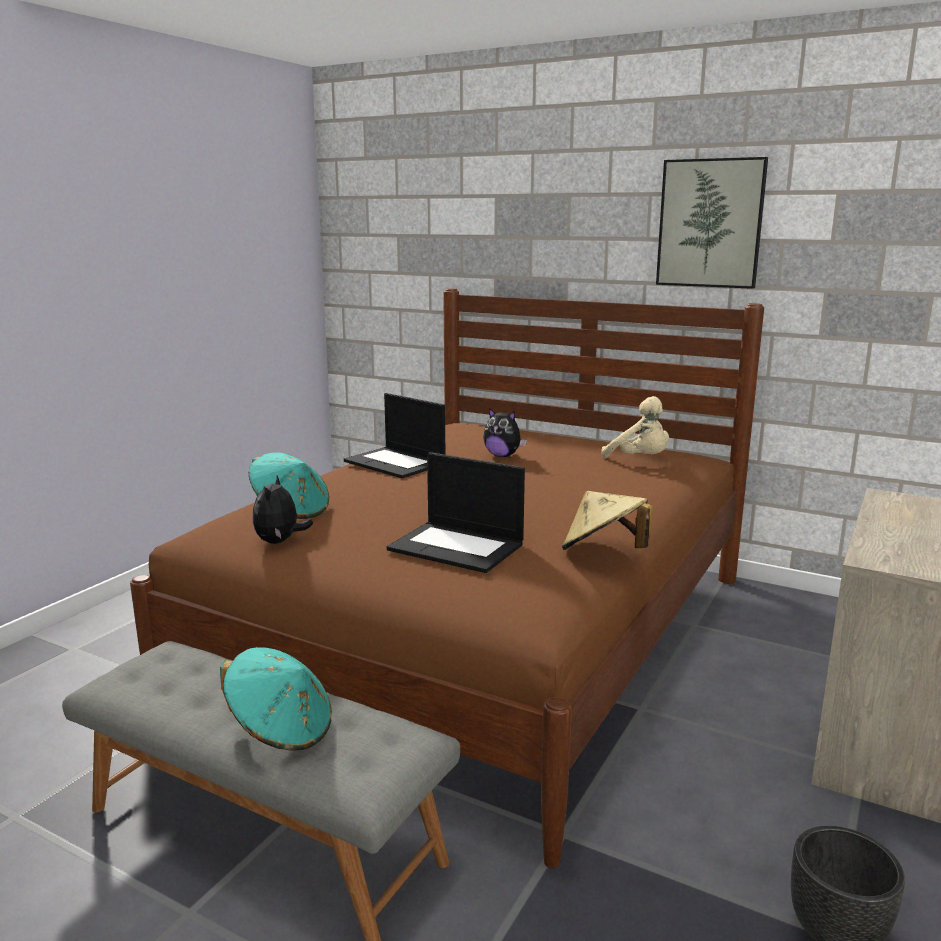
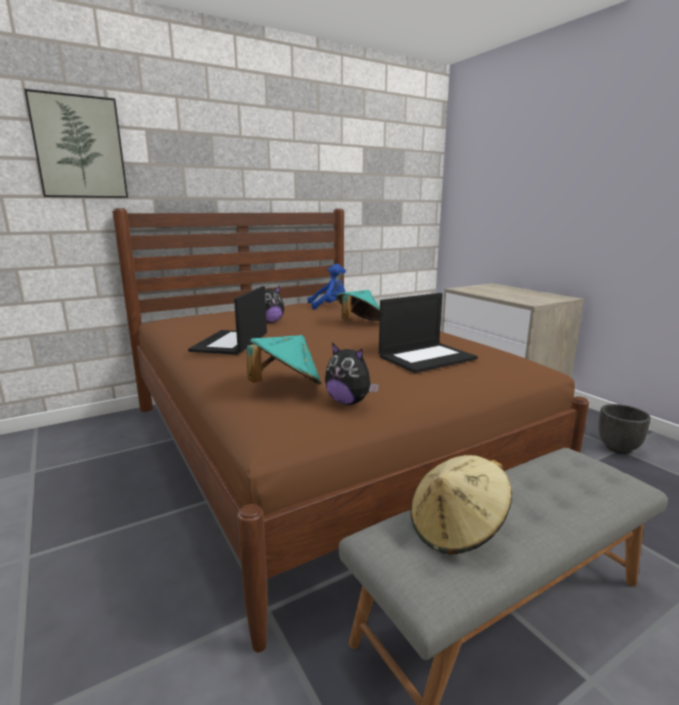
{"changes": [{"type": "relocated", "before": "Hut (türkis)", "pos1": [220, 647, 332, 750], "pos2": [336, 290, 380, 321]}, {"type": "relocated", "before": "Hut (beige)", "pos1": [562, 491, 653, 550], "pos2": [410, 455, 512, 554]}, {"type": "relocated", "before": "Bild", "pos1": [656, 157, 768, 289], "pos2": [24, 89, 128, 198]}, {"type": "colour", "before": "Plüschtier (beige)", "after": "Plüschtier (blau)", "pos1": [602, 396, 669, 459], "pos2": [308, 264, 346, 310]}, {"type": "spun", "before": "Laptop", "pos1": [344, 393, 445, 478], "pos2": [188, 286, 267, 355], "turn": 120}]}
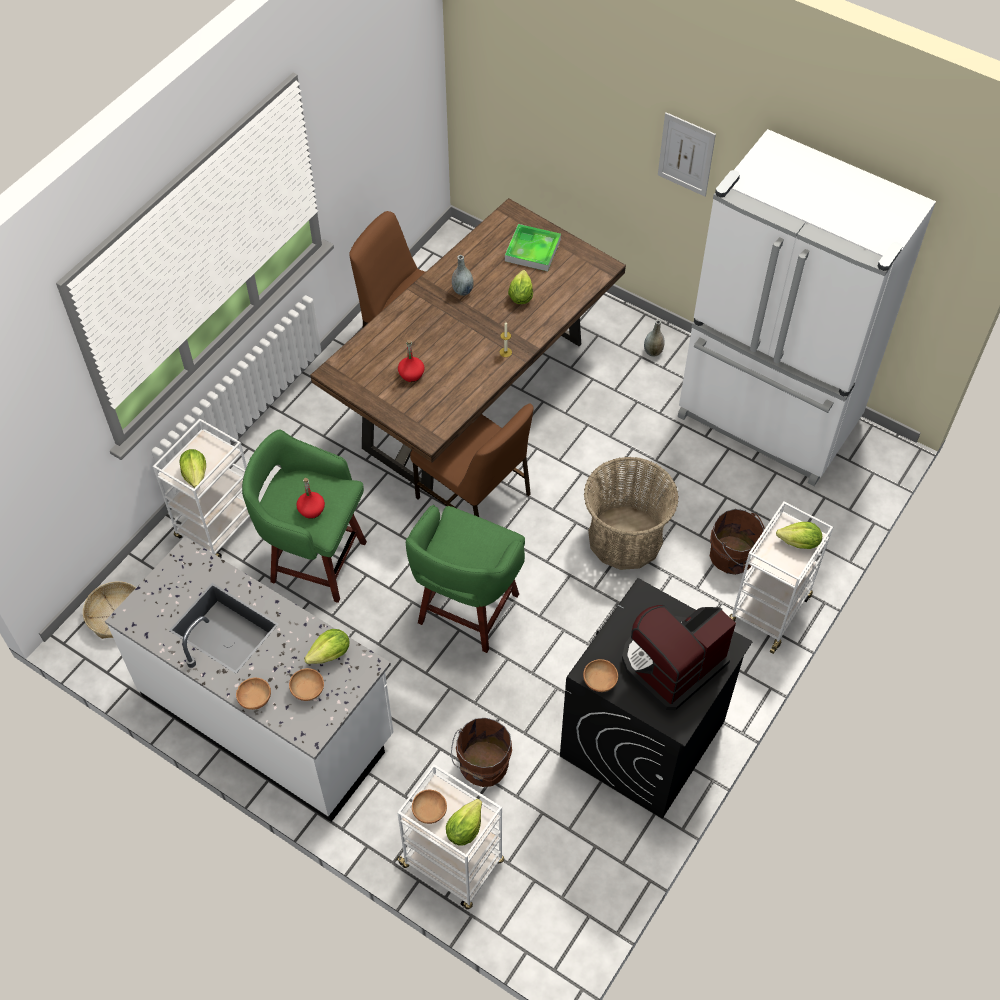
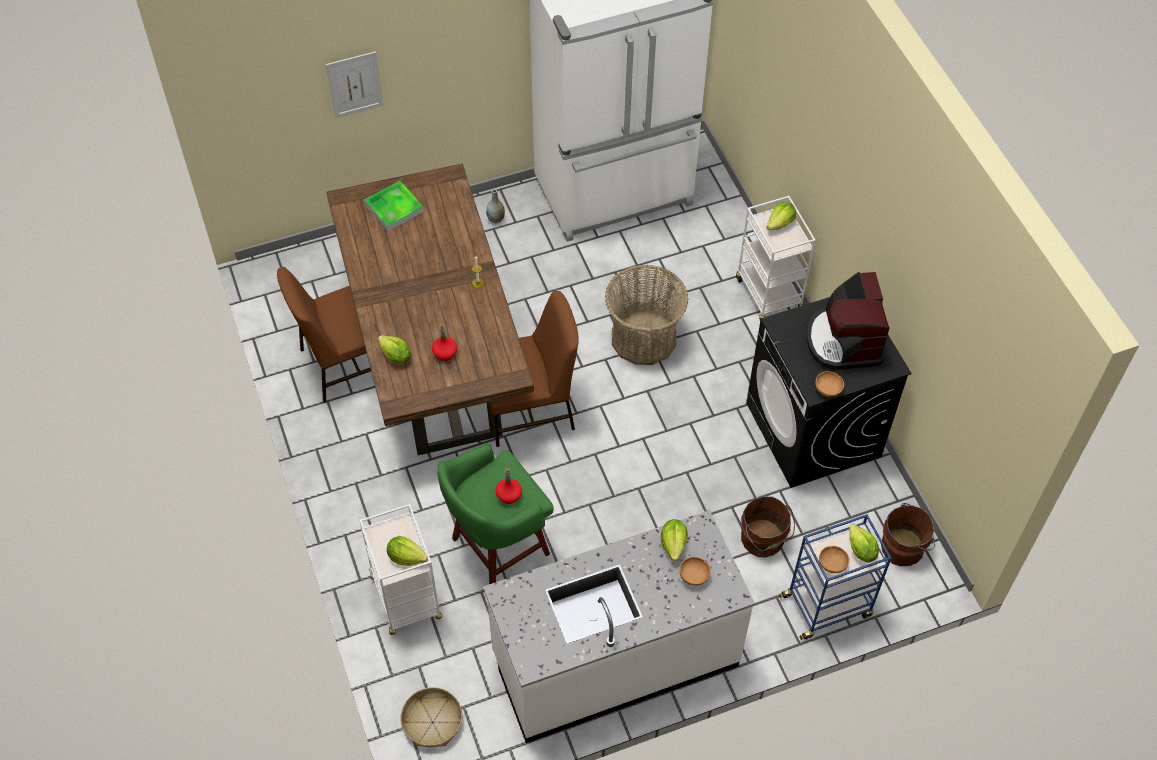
{"changes": [{"type": "missing", "before": "Schüssel (braun)", "pos1": [236, 678, 271, 710]}, {"type": "missing", "before": "Hocker (grün)", "pos1": [406, 505, 525, 653]}, {"type": "missing", "before": "Vase (grau)", "pos1": [452, 255, 474, 296]}, {"type": "relocated", "before": "Salatkopf", "pos1": [508, 270, 533, 304], "pos2": [378, 335, 411, 364]}, {"type": "relocated", "before": "Bild", "pos1": [658, 112, 716, 196], "pos2": [326, 51, 384, 119]}, {"type": "relocated", "before": "Eimer (braun)", "pos1": [710, 509, 765, 575], "pos2": [881, 503, 935, 566]}, {"type": "colour", "before": "Rollwagen (weiß)", "after": "Rollwagen (blau)", "pos1": [395, 764, 504, 909], "pos2": [779, 514, 891, 640]}]}
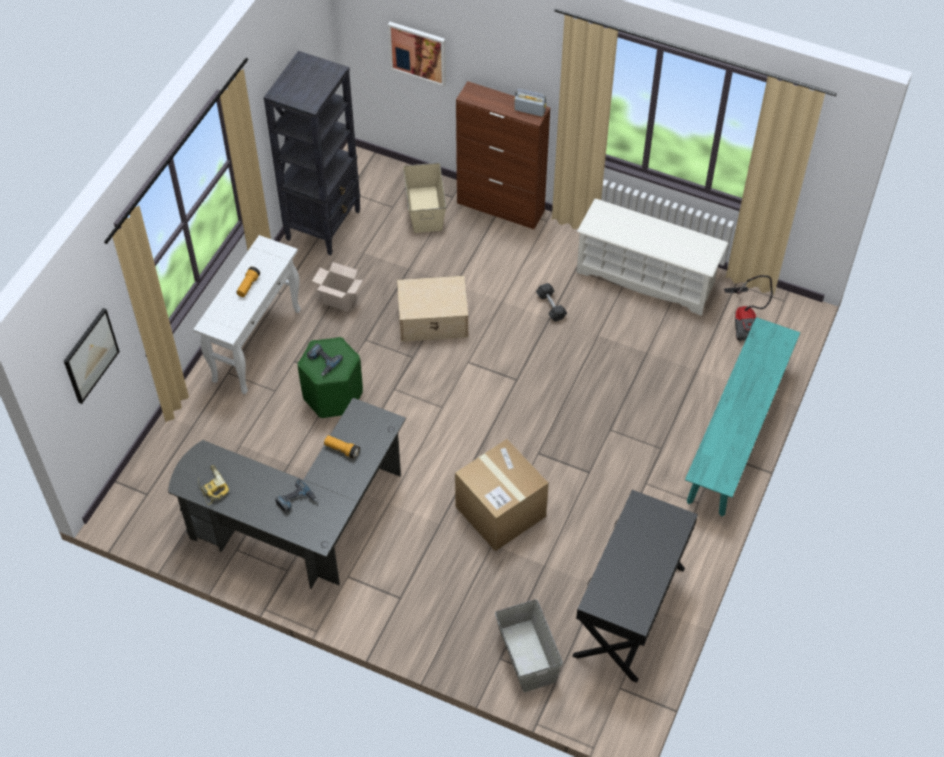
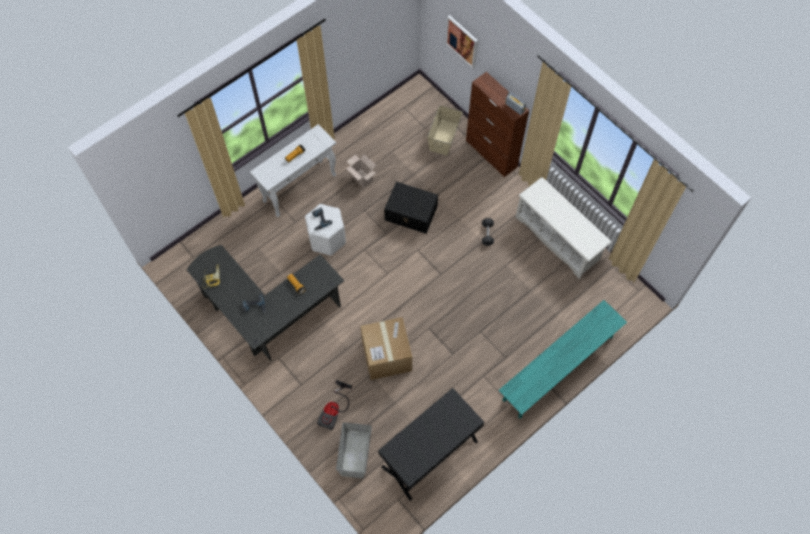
{"changes": [{"type": "missing", "before": "Bild", "pos1": [64, 308, 120, 404]}, {"type": "missing", "before": "Bücherregal (schwarz)", "pos1": [264, 51, 361, 256]}, {"type": "relocated", "before": "Staubsauger", "pos1": [724, 275, 773, 342], "pos2": [317, 380, 352, 430]}, {"type": "colour", "before": "Hocker (grün)", "after": "Hocker (weiß)", "pos1": [298, 337, 363, 418], "pos2": [305, 204, 346, 256]}, {"type": "colour", "before": "Aufbewahrungsbox (beige)", "after": "Aufbewahrungsbox (schwarz)", "pos1": [397, 276, 468, 342], "pos2": [384, 181, 438, 234]}]}
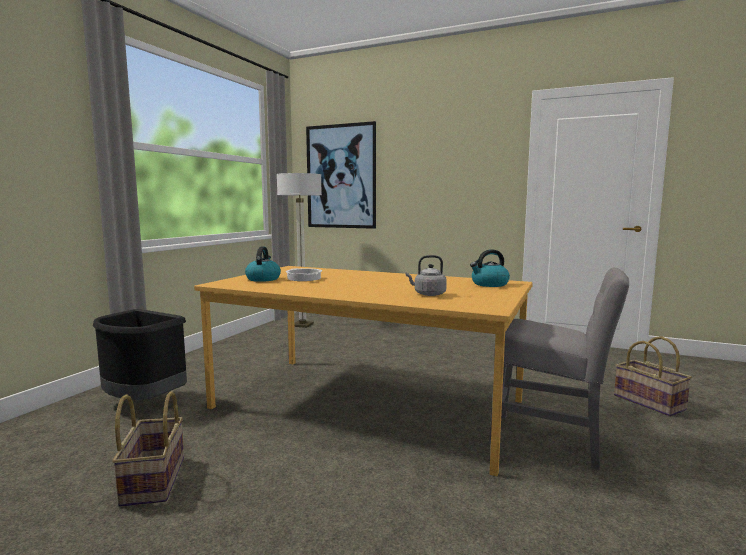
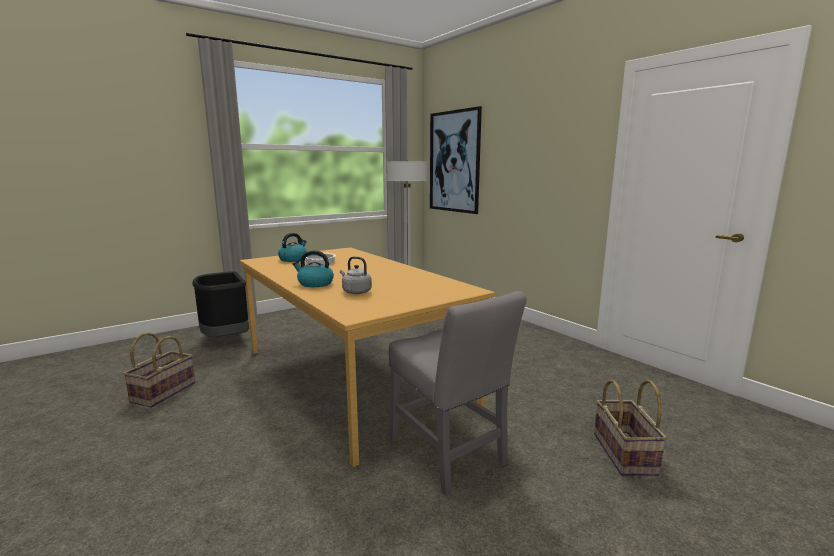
{"changes": [{"type": "relocated", "before": "Wasserkessel", "pos1": [470, 249, 510, 287], "pos2": [292, 250, 334, 287]}]}
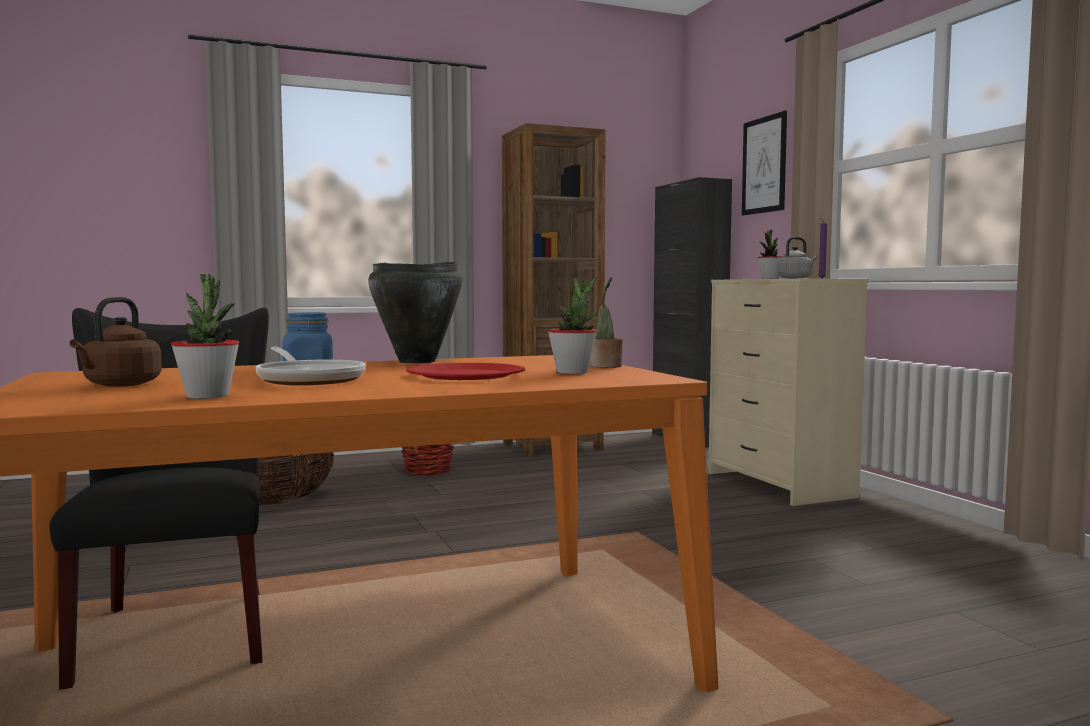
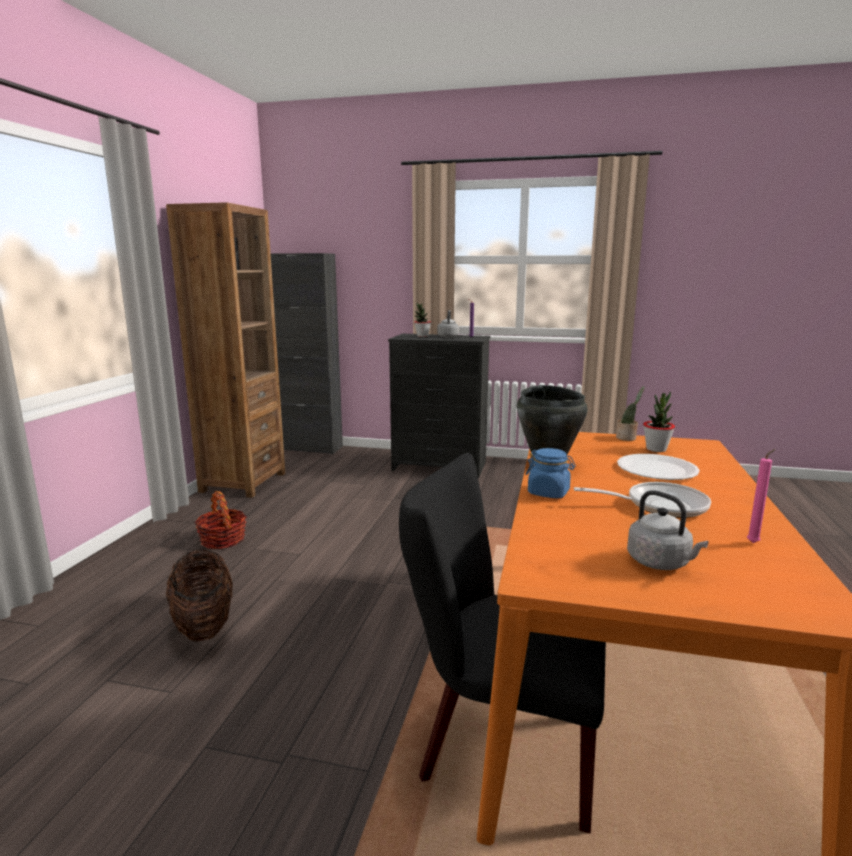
{"changes": [{"type": "missing", "before": "Bild", "pos1": [742, 111, 787, 215]}, {"type": "exchanged", "before": "Topfpflanze", "after": "Kerze (rosa)", "pos1": [171, 273, 239, 399], "pos2": [747, 449, 776, 543]}, {"type": "colour", "before": "Wasserkessel (braun)", "after": "Wasserkessel (grau)", "pos1": [70, 297, 162, 387], "pos2": [627, 490, 709, 570]}, {"type": "colour", "before": "Teller (rot)", "after": "Teller (weiß)", "pos1": [406, 363, 525, 380], "pos2": [617, 454, 700, 480]}, {"type": "colour", "before": "Kommode (beige)", "after": "Kommode (schwarz)", "pos1": [708, 279, 869, 506], "pos2": [388, 334, 490, 478]}]}
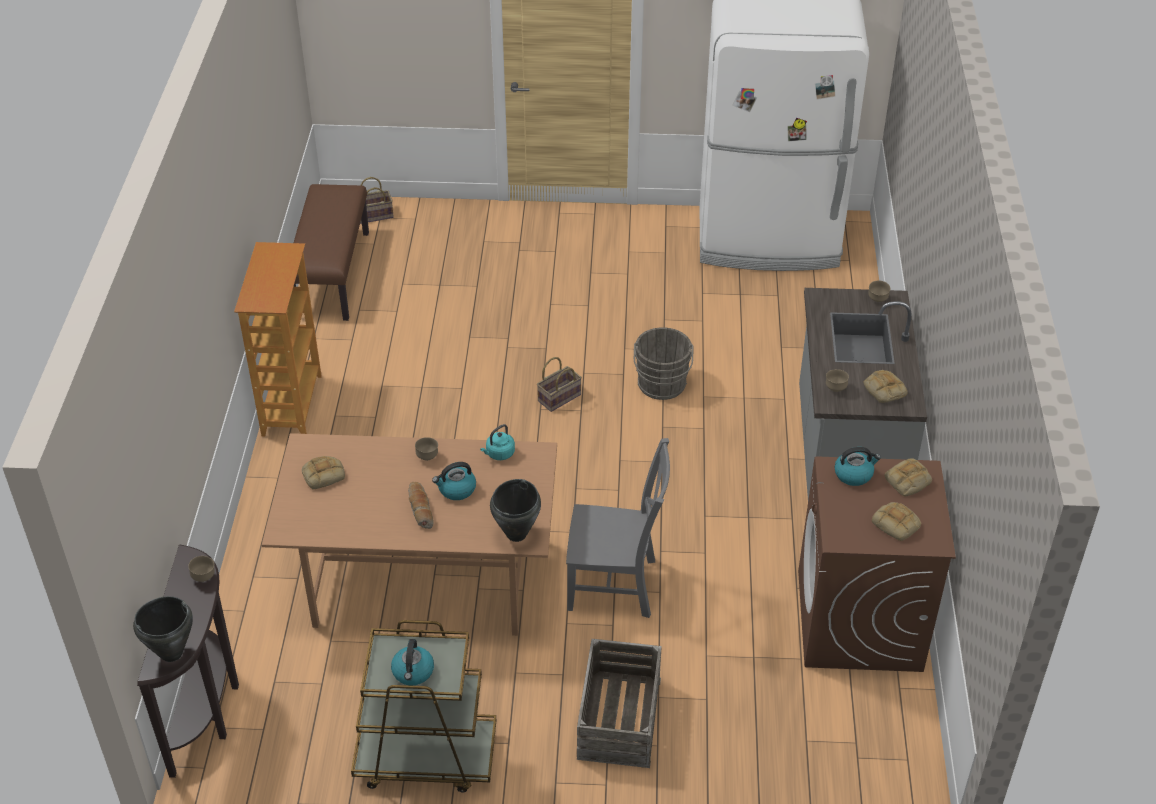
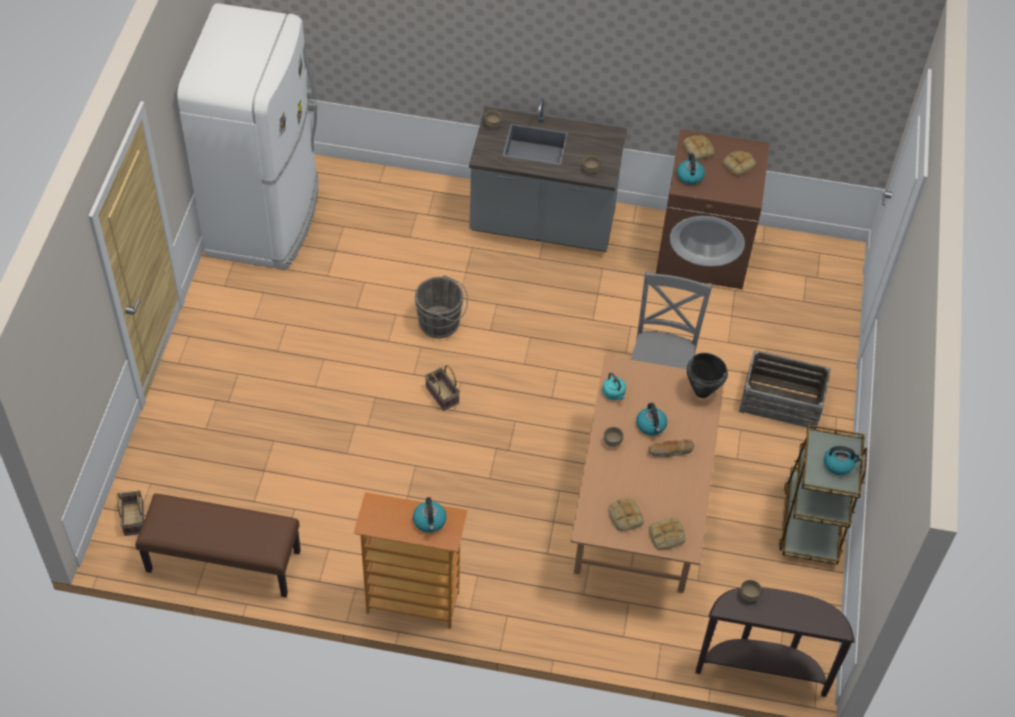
{"changes": [{"type": "missing", "before": "Kochtopf (schwarz)", "pos1": [133, 596, 193, 662]}, {"type": "appeared", "after": "Wasserkessel", "pos2": [413, 497, 447, 533]}, {"type": "relocated", "before": "Brot", "pos1": [863, 370, 907, 403], "pos2": [649, 518, 686, 550]}]}
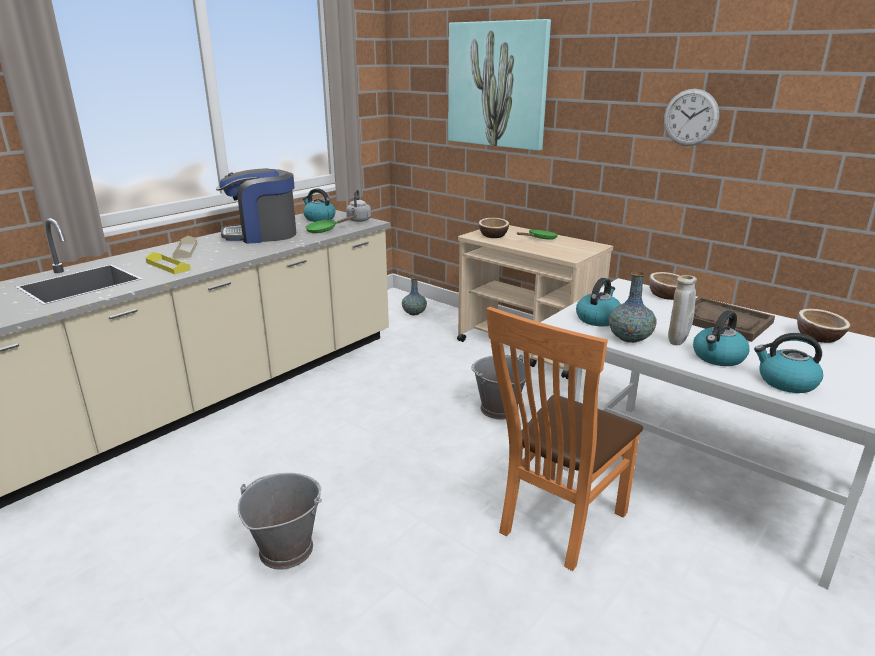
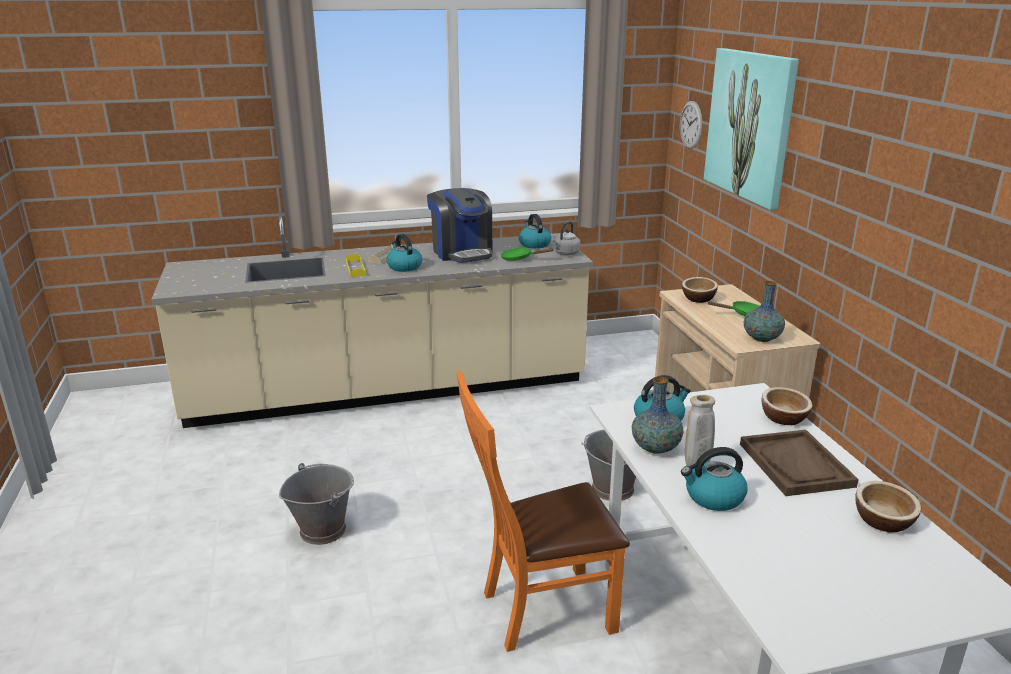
{"changes": [{"type": "relocated", "before": "Vase", "pos1": [402, 276, 427, 315], "pos2": [744, 281, 785, 342]}, {"type": "relocated", "before": "Wanduhr", "pos1": [664, 89, 719, 146], "pos2": [680, 101, 702, 149]}, {"type": "relocated", "before": "Wasserkessel", "pos1": [754, 333, 823, 393], "pos2": [387, 234, 422, 272]}, {"type": "spun", "before": "Kaffeemaschine", "pos1": [216, 168, 296, 244], "pos2": [427, 188, 492, 263], "turn": -135}]}
